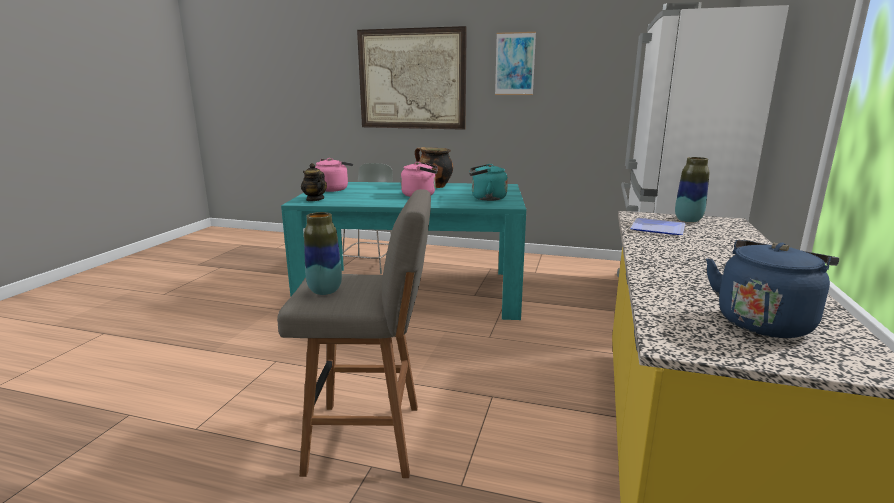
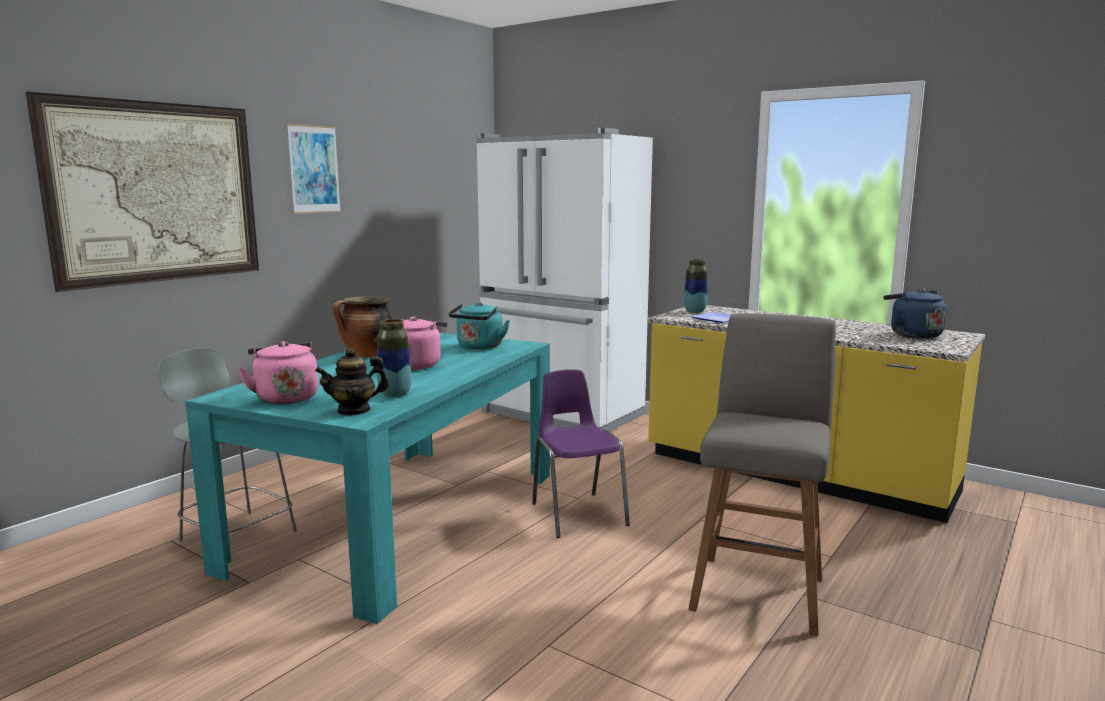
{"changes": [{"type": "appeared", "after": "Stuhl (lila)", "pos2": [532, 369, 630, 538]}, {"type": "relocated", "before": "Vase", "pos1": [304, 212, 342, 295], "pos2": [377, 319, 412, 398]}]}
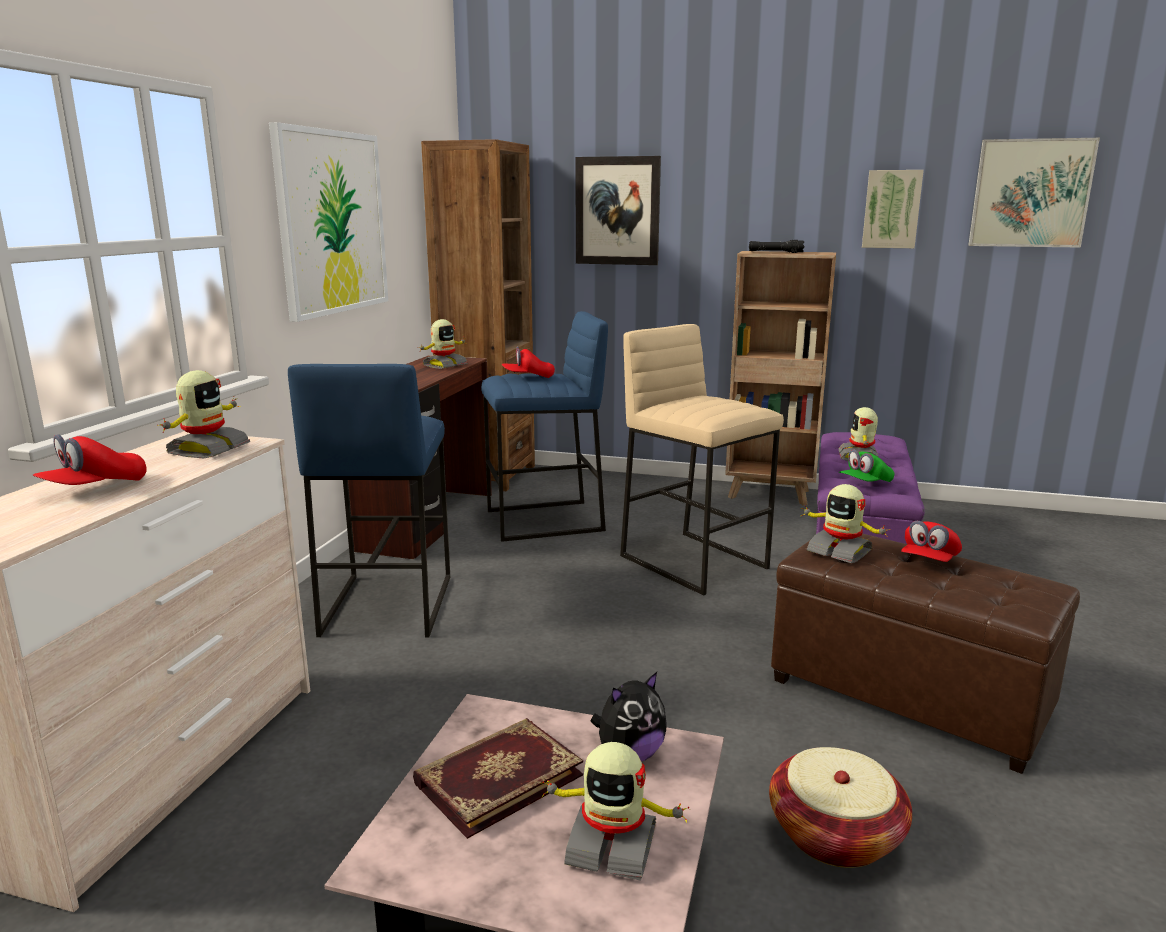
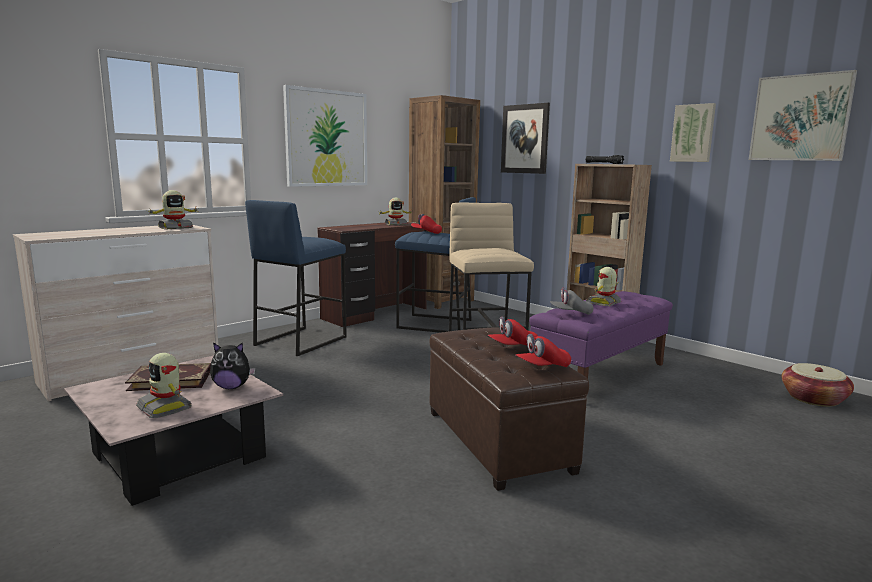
{"changes": [{"type": "missing", "before": "Spielzeugroboter", "pos1": [801, 484, 891, 563]}, {"type": "relocated", "before": "Kappe (rot)", "pos1": [33, 434, 147, 485], "pos2": [516, 334, 571, 367]}, {"type": "relocated", "before": "Korb", "pos1": [769, 747, 912, 868], "pos2": [782, 363, 854, 407]}, {"type": "colour", "before": "Kappe (grün)", "after": "Kappe (grau)", "pos1": [839, 449, 894, 482], "pos2": [550, 288, 593, 315]}]}
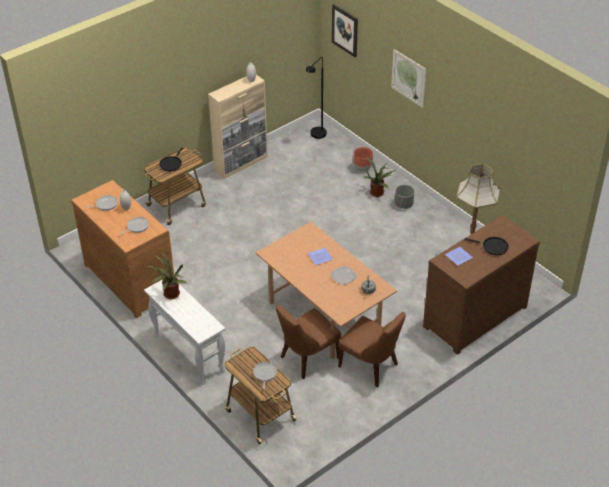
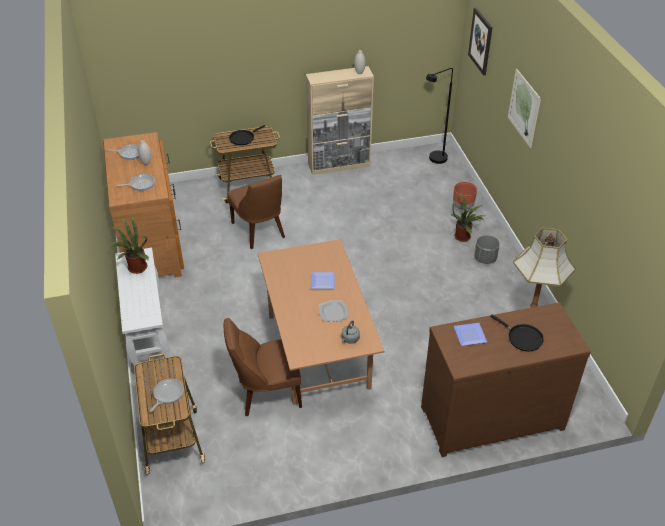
{"changes": [{"type": "relocated", "before": "Stuhl (braun)", "pos1": [338, 312, 406, 387], "pos2": [227, 175, 285, 249]}]}
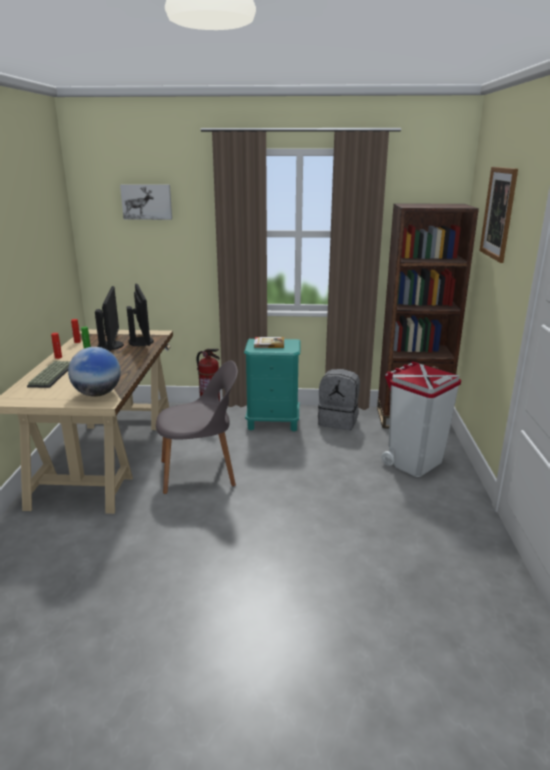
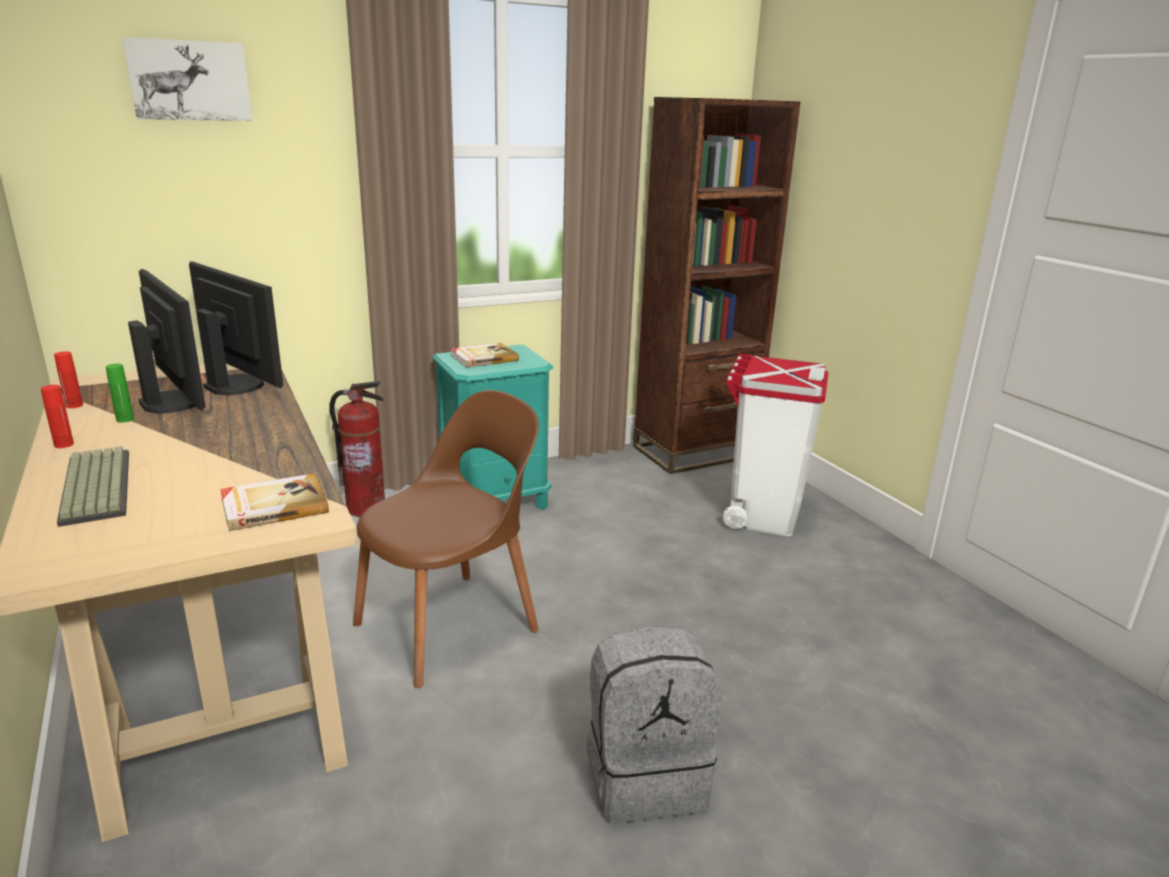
{"changes": [{"type": "missing", "before": "Bild", "pos1": [479, 167, 518, 263]}, {"type": "relocated", "before": "Rucksack (grau)", "pos1": [318, 369, 360, 430], "pos2": [586, 626, 721, 823]}, {"type": "exchanged", "before": "Globus", "after": "Buch", "pos1": [68, 347, 121, 397], "pos2": [220, 473, 329, 531]}, {"type": "colour", "before": "Stuhl (grau)", "after": "Stuhl (braun)", "pos1": [156, 360, 238, 494], "pos2": [353, 390, 539, 688]}]}
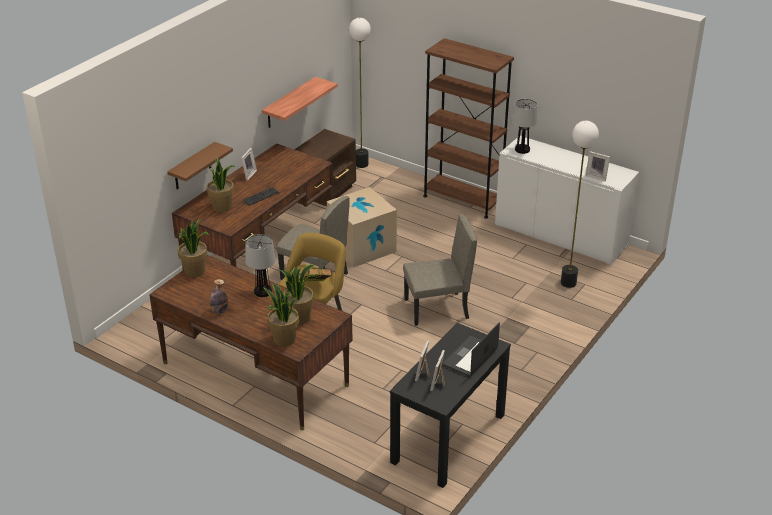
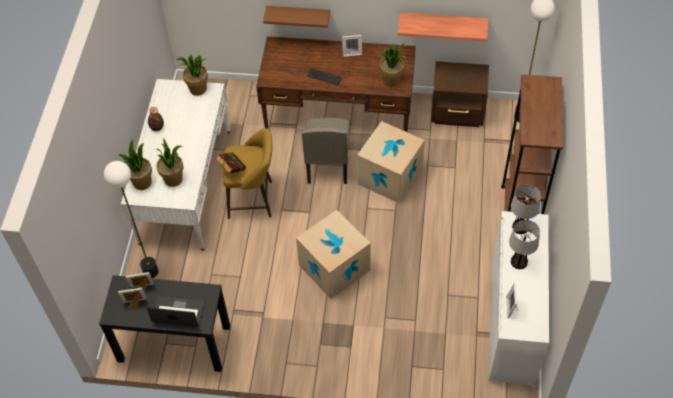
{"changes": [{"type": "relocated", "before": "Topfpflanze", "pos1": [207, 157, 235, 212], "pos2": [379, 43, 406, 87]}, {"type": "relocated", "before": "Tischlampe", "pos1": [245, 234, 276, 297], "pos2": [509, 220, 540, 269]}, {"type": "relocated", "before": "Stehlampe", "pos1": [561, 121, 599, 288], "pos2": [104, 161, 159, 278]}, {"type": "exchanged", "before": "Stuhl (beige)", "after": "Karton", "pos1": [403, 214, 477, 326], "pos2": [296, 210, 371, 299]}, {"type": "colour", "before": "Schreibtisch (braun)", "after": "Schreibtisch (weiß)", "pos1": [149, 255, 353, 431], "pos2": [121, 79, 231, 251]}]}
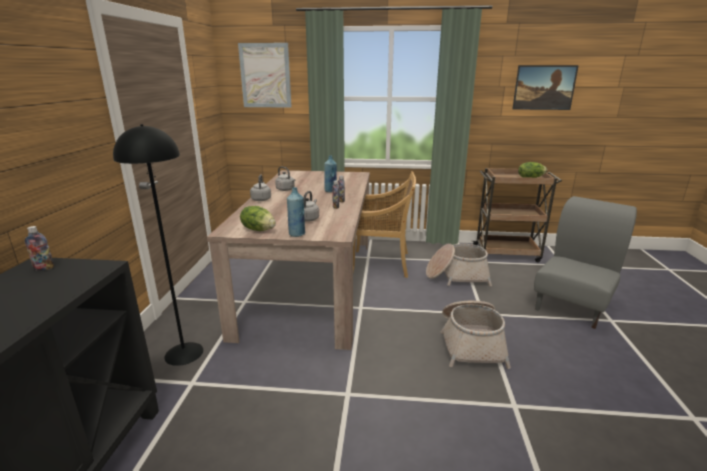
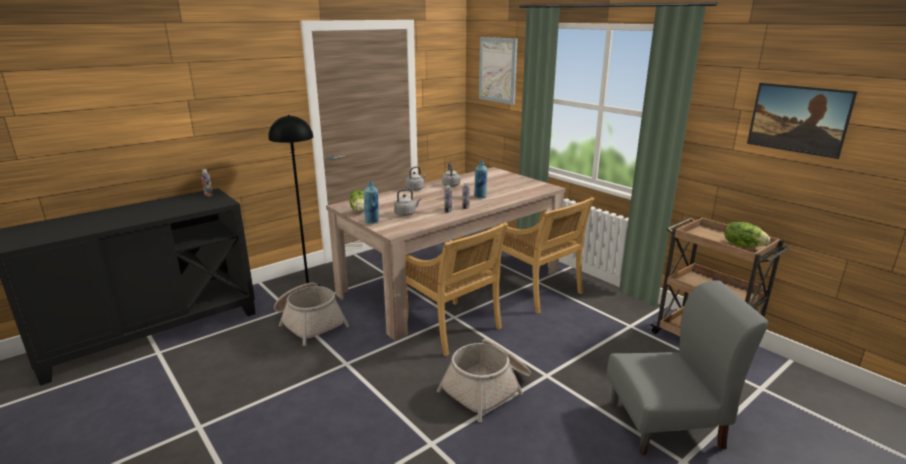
{"changes": [{"type": "appeared", "after": "Stuhl (beige)", "pos2": [405, 222, 508, 356]}, {"type": "relocated", "before": "Korb", "pos1": [426, 244, 492, 286], "pos2": [274, 283, 350, 346]}]}
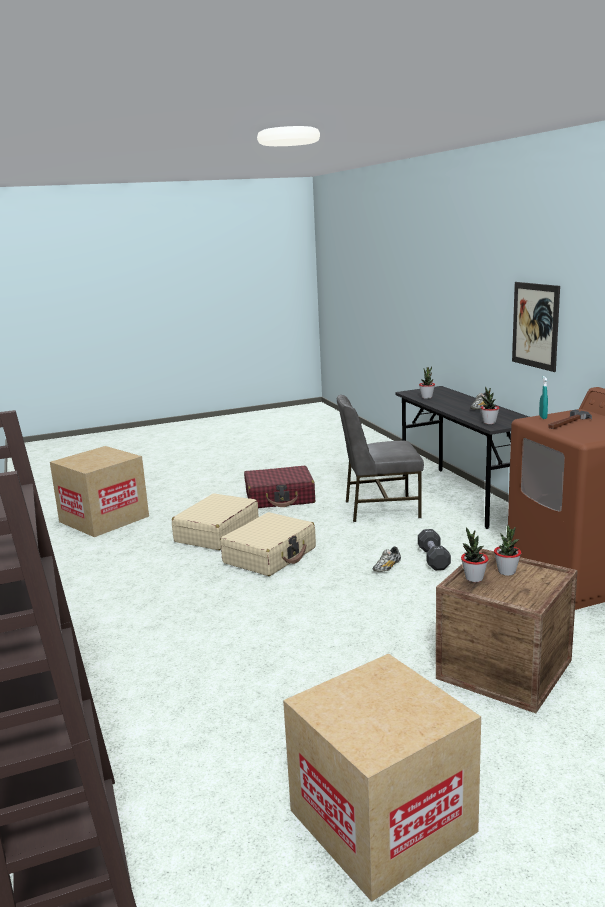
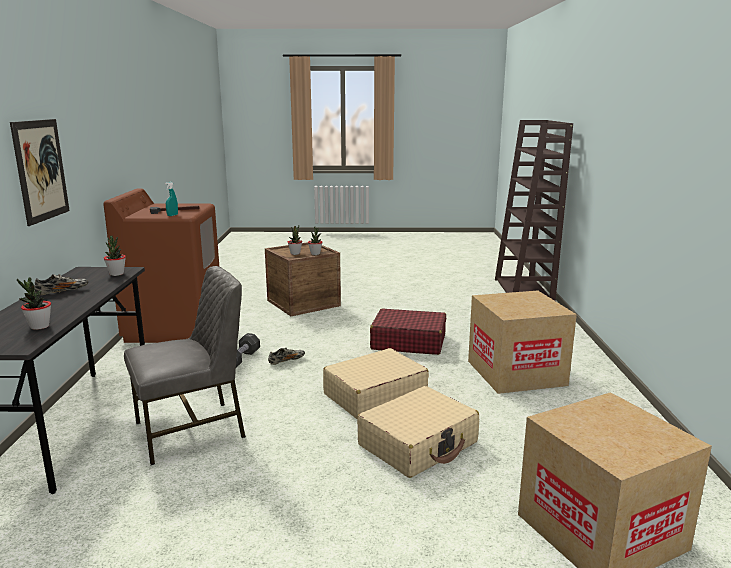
{"changes": [{"type": "relocated", "before": "Koffer (rot)", "pos1": [244, 466, 315, 508], "pos2": [370, 309, 446, 355]}, {"type": "relocated", "before": "Karton", "pos1": [283, 654, 481, 902], "pos2": [468, 291, 577, 394]}, {"type": "spun", "before": "Stuhl (grau)", "pos1": [337, 395, 424, 522], "pos2": [124, 266, 246, 465], "turn": -45}]}
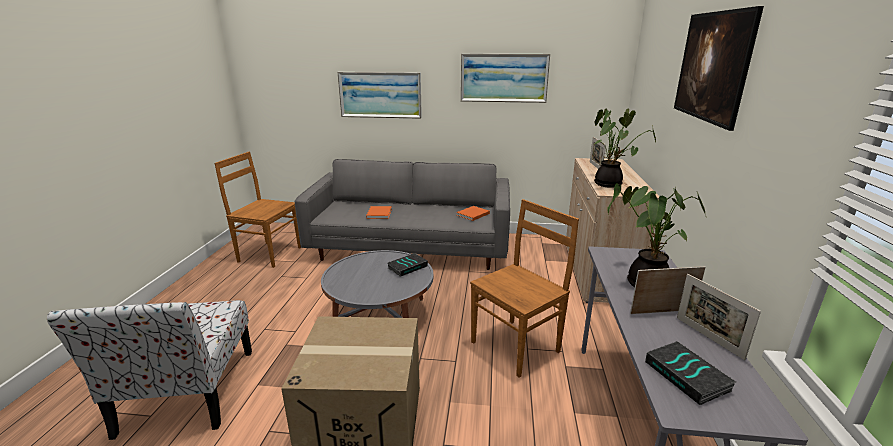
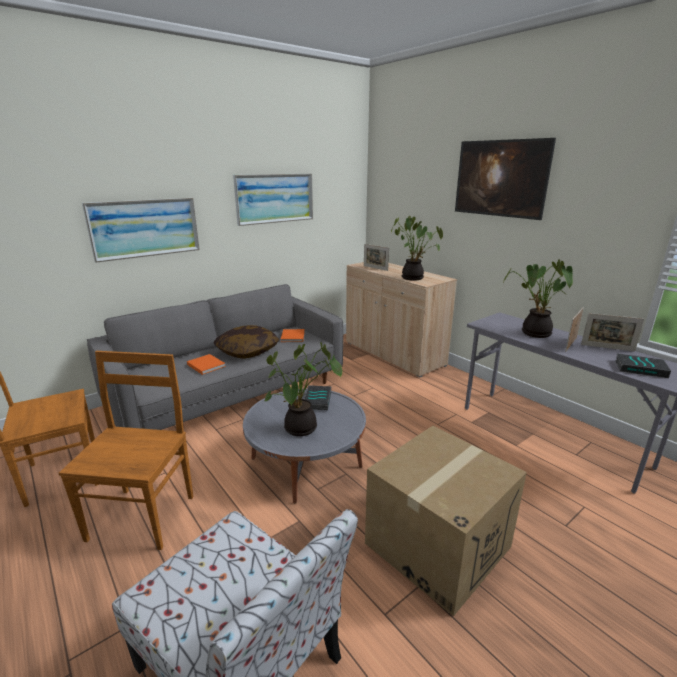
{"changes": [{"type": "appeared", "after": "Kissen", "pos2": [213, 325, 279, 359]}, {"type": "appeared", "after": "Topfpflanze", "pos2": [265, 342, 342, 436]}, {"type": "relocated", "before": "Stuhl (braun)", "pos1": [470, 199, 579, 378], "pos2": [59, 351, 193, 550]}]}
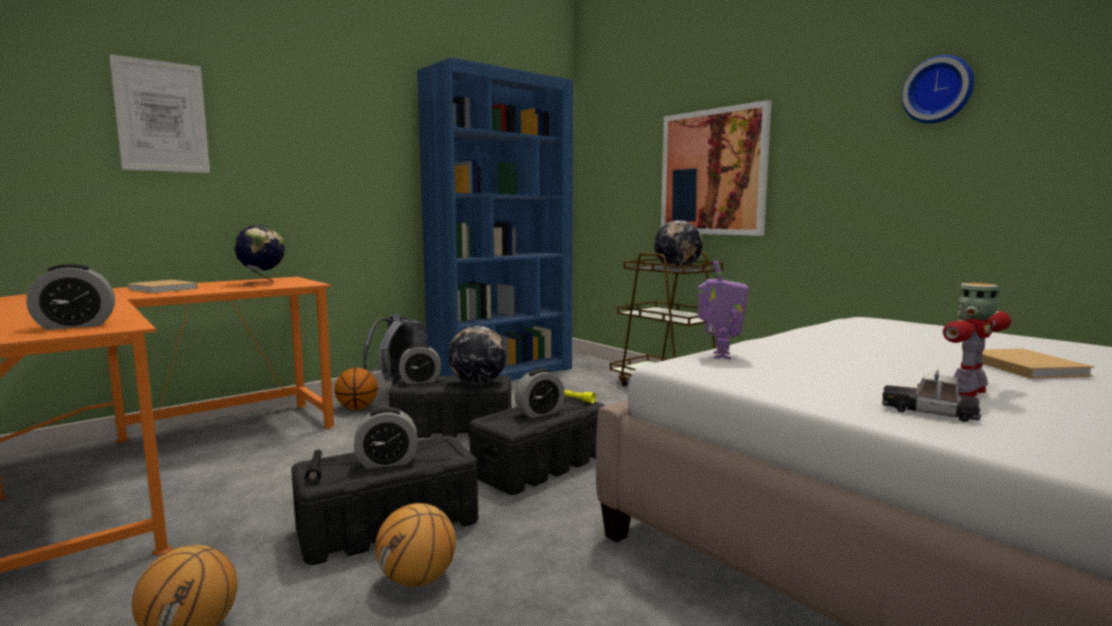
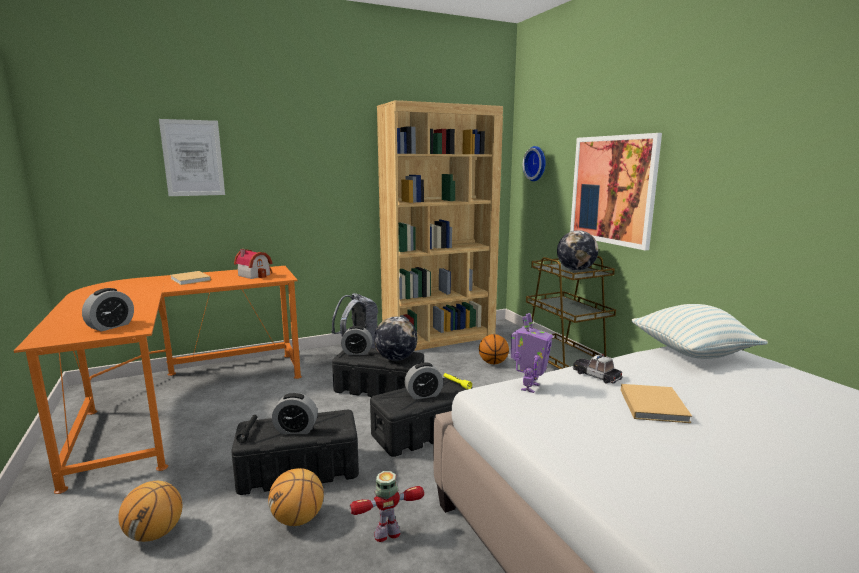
{"changes": [{"type": "appeared", "after": "Kissen", "pos2": [632, 304, 768, 359]}, {"type": "relocated", "before": "Basketball", "pos1": [334, 368, 378, 409], "pos2": [479, 334, 509, 364]}, {"type": "relocated", "before": "Spielzeugauto", "pos1": [882, 370, 981, 422], "pos2": [573, 354, 623, 384]}, {"type": "relocated", "before": "Wanduhr", "pos1": [902, 55, 974, 124], "pos2": [523, 146, 546, 181]}, {"type": "relocated", "before": "Spielzeugroboter", "pos1": [943, 283, 1011, 397], "pos2": [350, 471, 424, 542]}, {"type": "relocated", "before": "Buch (beige)", "pos1": [982, 349, 1094, 378], "pos2": [621, 384, 692, 423]}, {"type": "exchanged", "before": "Globus", "after": "Spielzeughaus", "pos1": [234, 225, 285, 286], "pos2": [234, 249, 273, 279]}, {"type": "colour", "before": "Bücherregal (blau)", "after": "Bücherregal (braun)", "pos1": [417, 57, 573, 381], "pos2": [377, 100, 503, 351]}, {"type": "spun", "before": "Wecker", "pos1": [26, 264, 115, 330], "pos2": [82, 288, 134, 332], "turn": -45}]}
